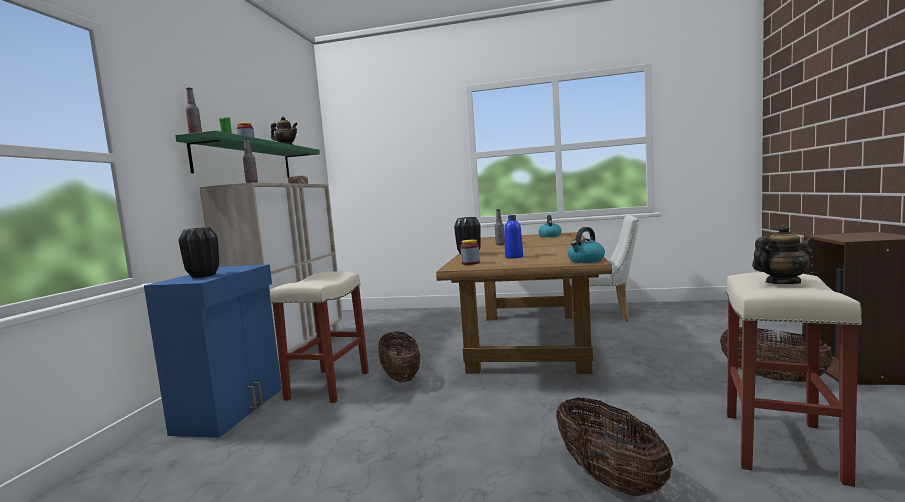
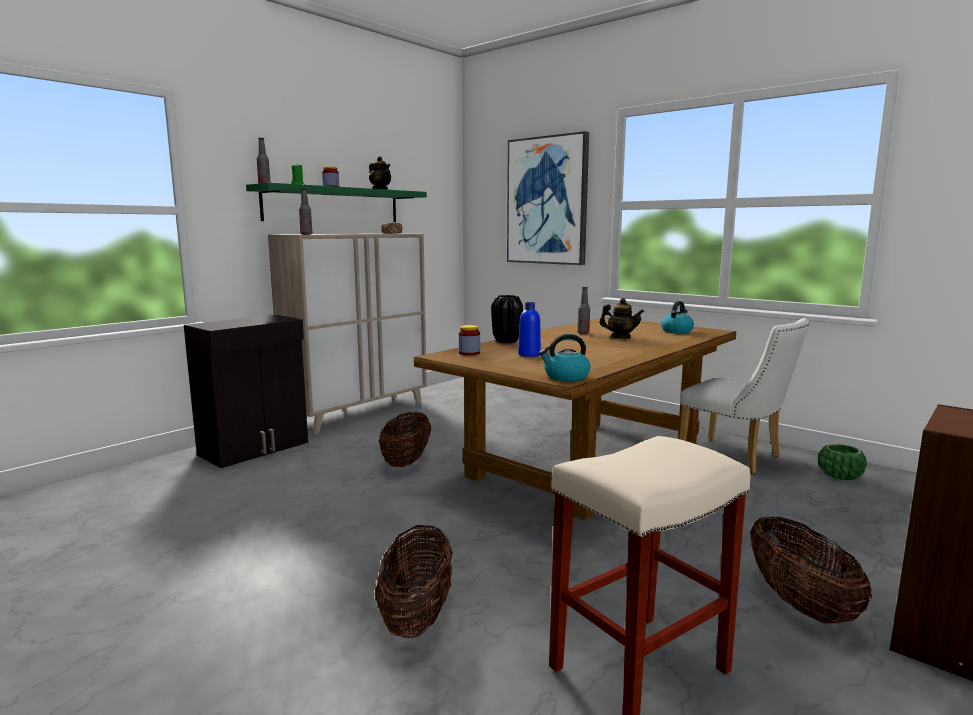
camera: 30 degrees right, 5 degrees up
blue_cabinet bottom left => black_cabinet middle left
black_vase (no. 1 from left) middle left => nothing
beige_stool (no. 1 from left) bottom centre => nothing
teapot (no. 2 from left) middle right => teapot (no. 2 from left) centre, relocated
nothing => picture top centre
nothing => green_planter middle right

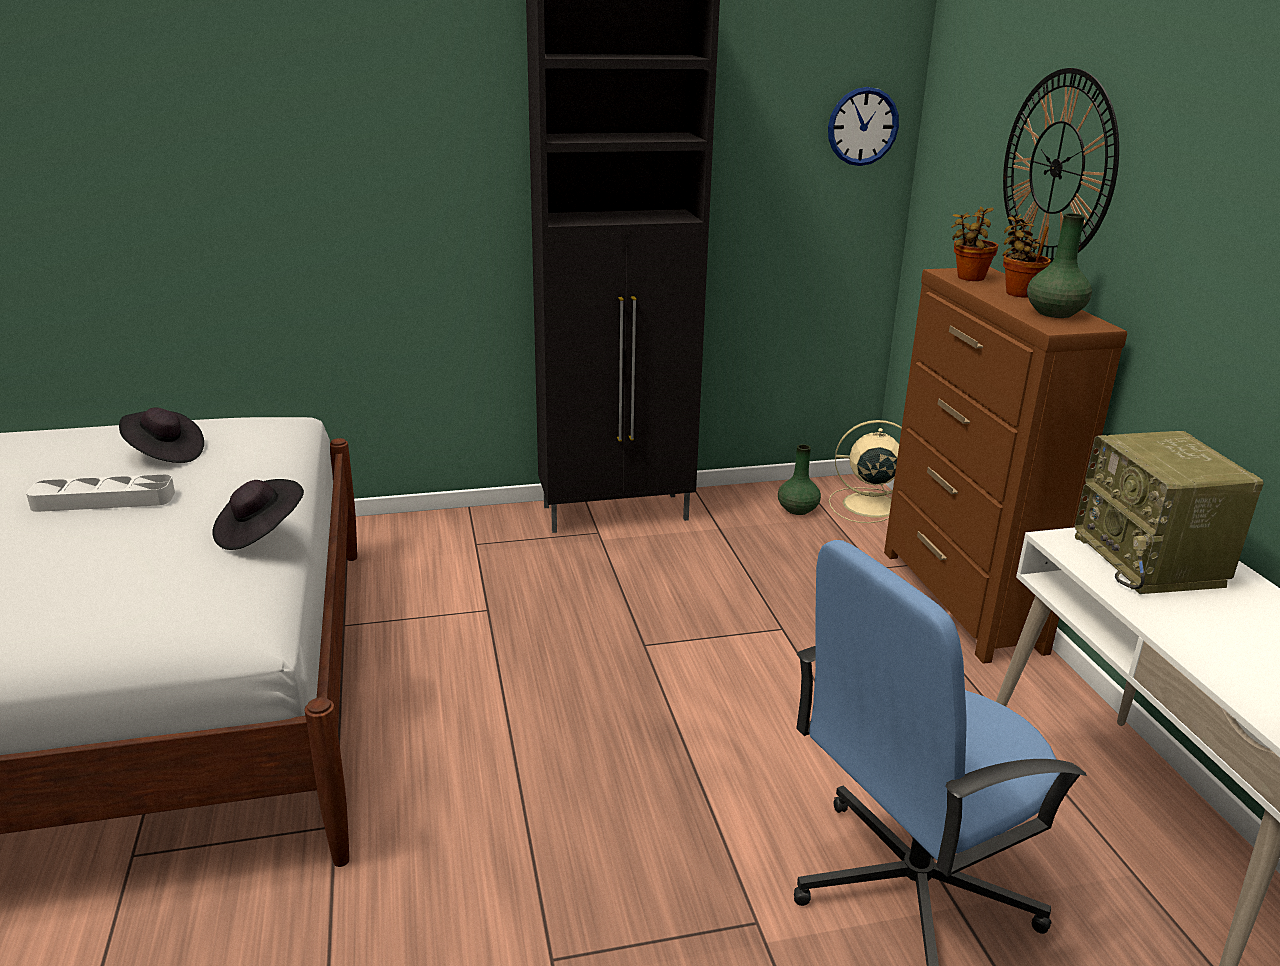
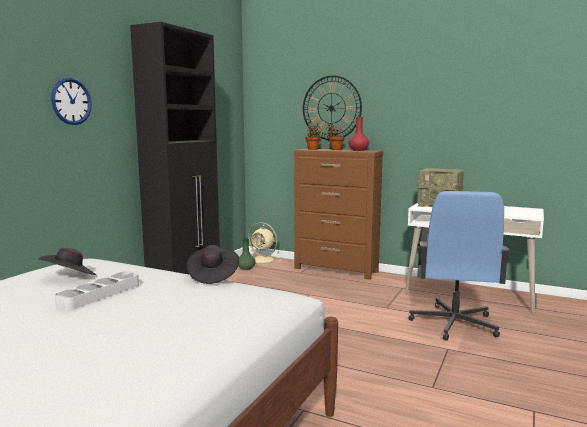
camera: 50 degrees left, 15 degrees down
wall_clock (no. 1 from left) top right => wall_clock (no. 1 from left) top left, relocated
beige_fan middle right => beige_fan centre, 105 degrees counterclockwise
green_vase (no. 2 from left) top right => red_vase top centre

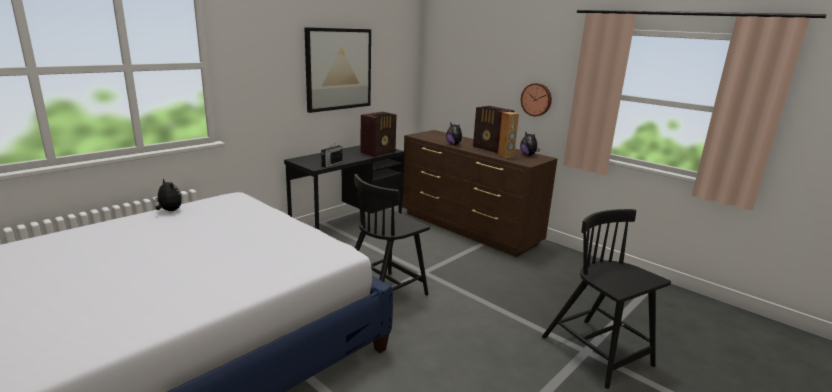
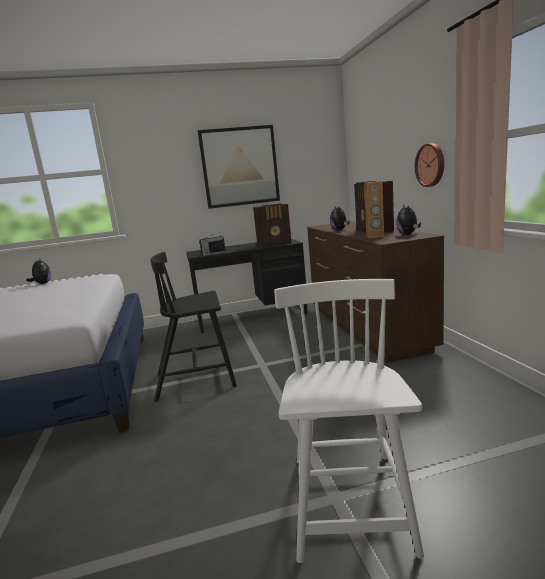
camera: 35 degrees right, 5 degrees down
black_chair (no. 2 from left) bottom right => white_chair bottom centre

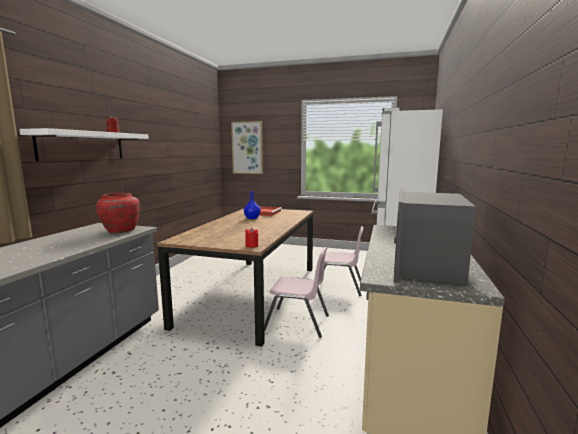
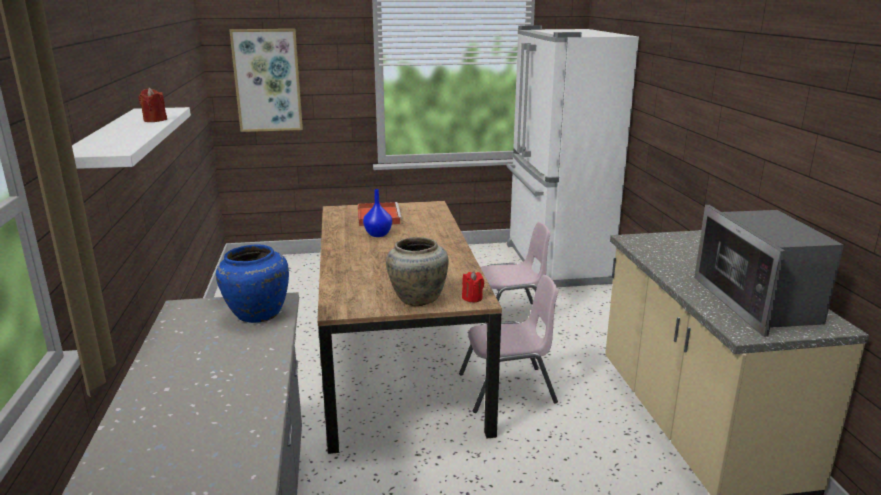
camera: 25 degrees left, 10 degrees up
red_vase middle left => blue_vase (no. 1 from left) middle left
nothing => beige_vase centre

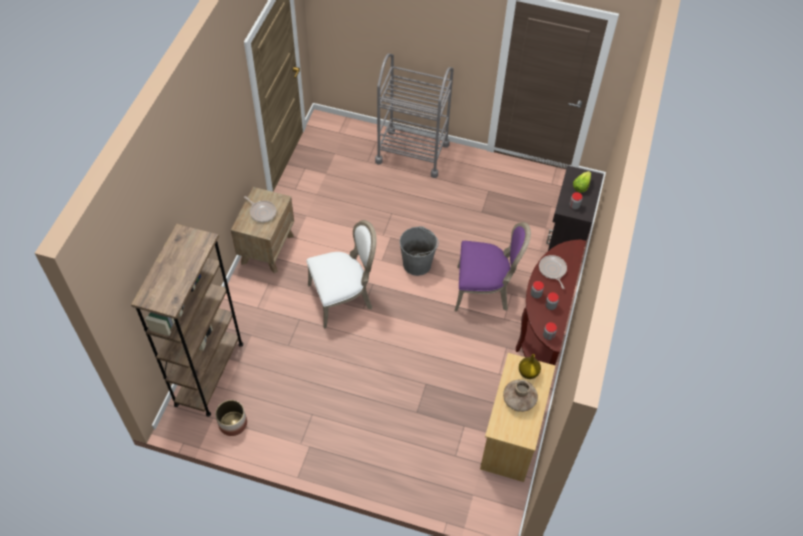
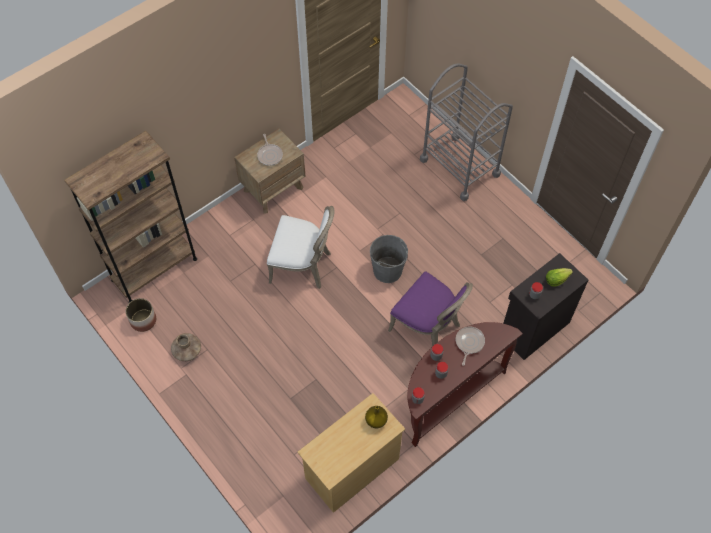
camera: 35 degrees right, 5 degrees up
brown_vase bottom centre => brown_vase middle left, relocated

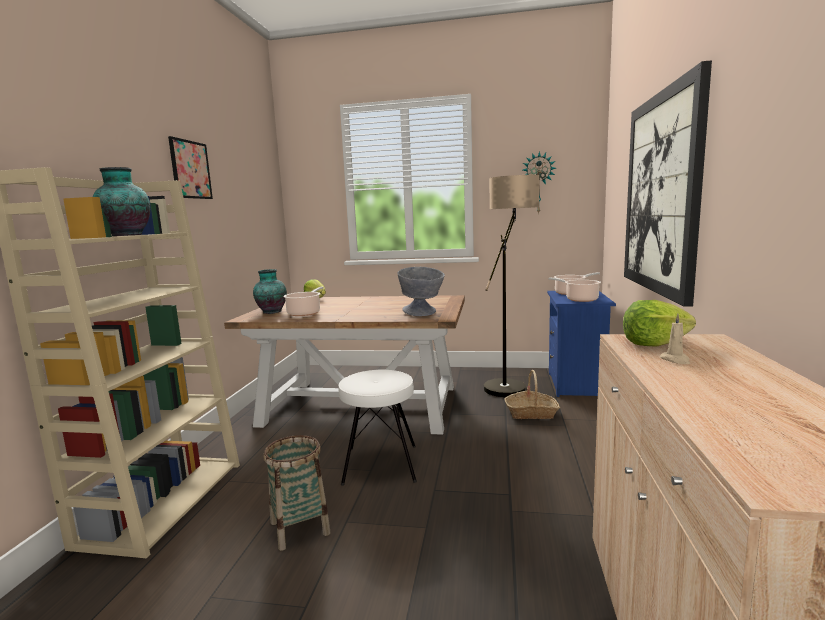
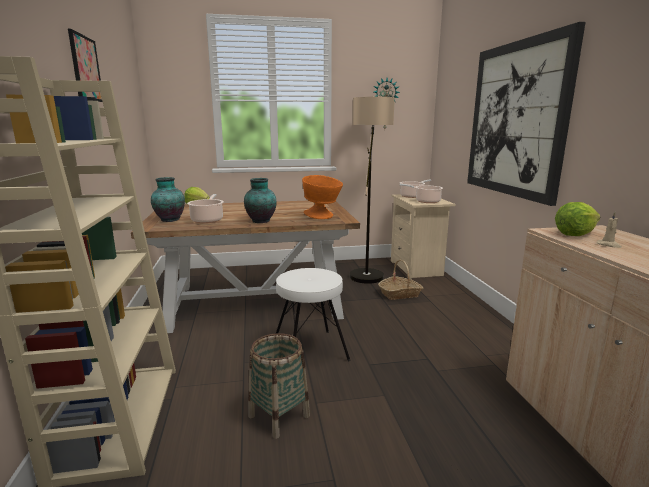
camera: 20 degrees left, 5 degrees up
vase (no. 1 from left in the first image) top left => vase (no. 2 from left) centre, relocated
grey_bowl centre => orange_bowl centre
blue_nightstand middle right => beige_nightstand centre

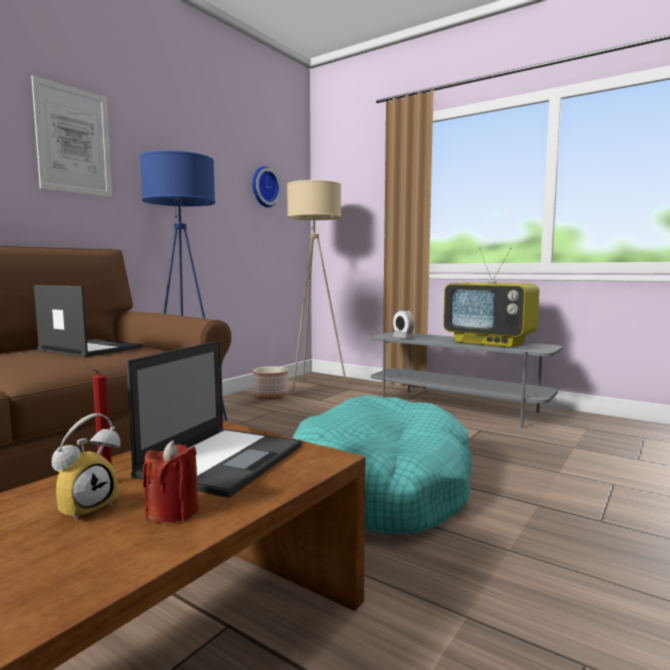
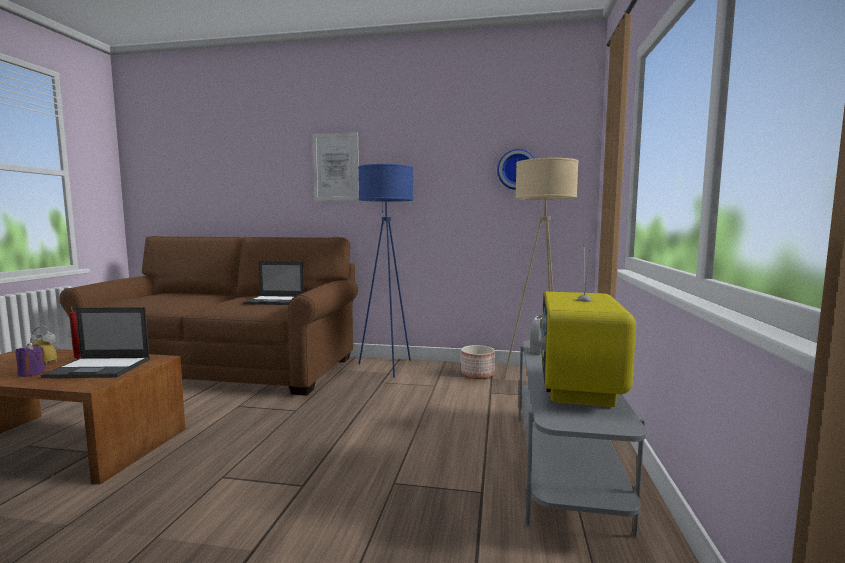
camera: 65 degrees right, 0 degrees up
laptop (no. 1 from left in the first image) middle left => laptop (no. 2 from left) middle left, 90 degrees clockwise
red_candle (no. 2 from left) bottom left => purple_candle middle left
turquoise_dog_bed bottom centre => nothing

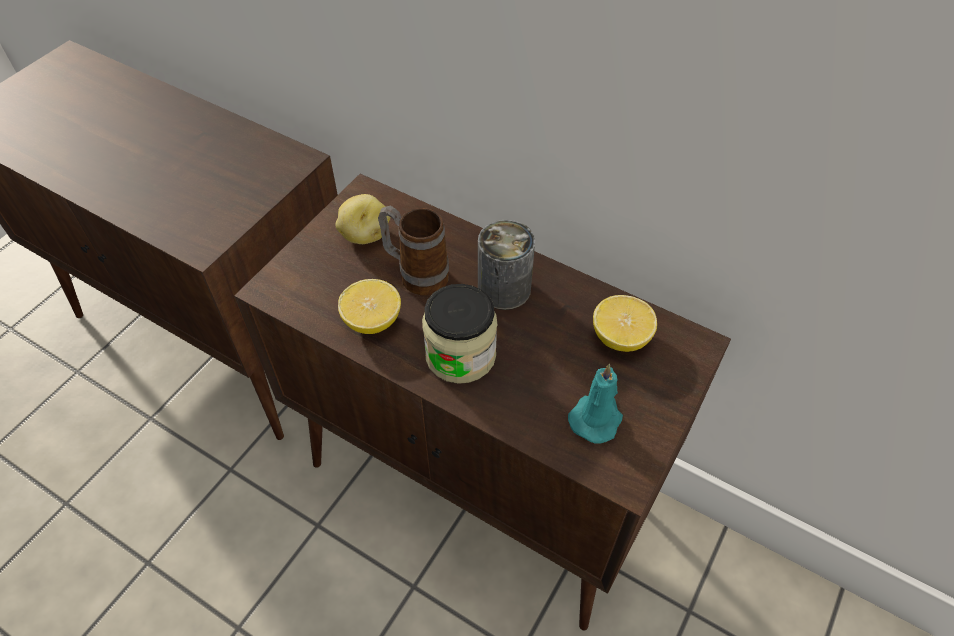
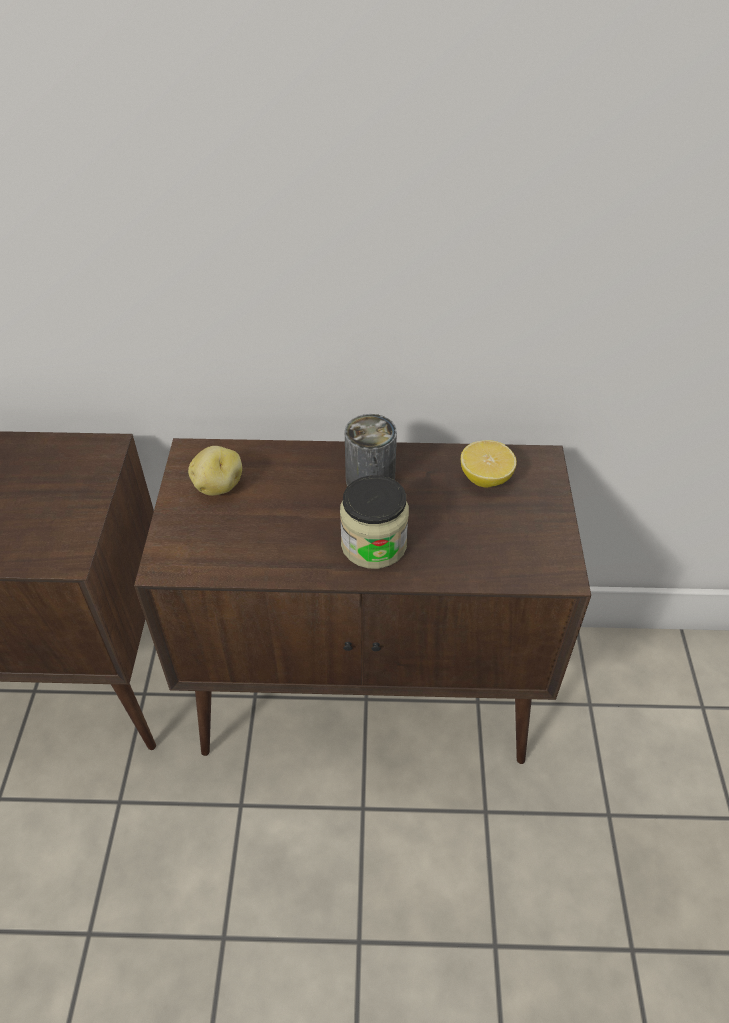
camera: 30 degrees left, 5 degrees down
lemon (no. 1 from left) centre => nothing
mug centre => nothing
turquoise_candle centre => nothing

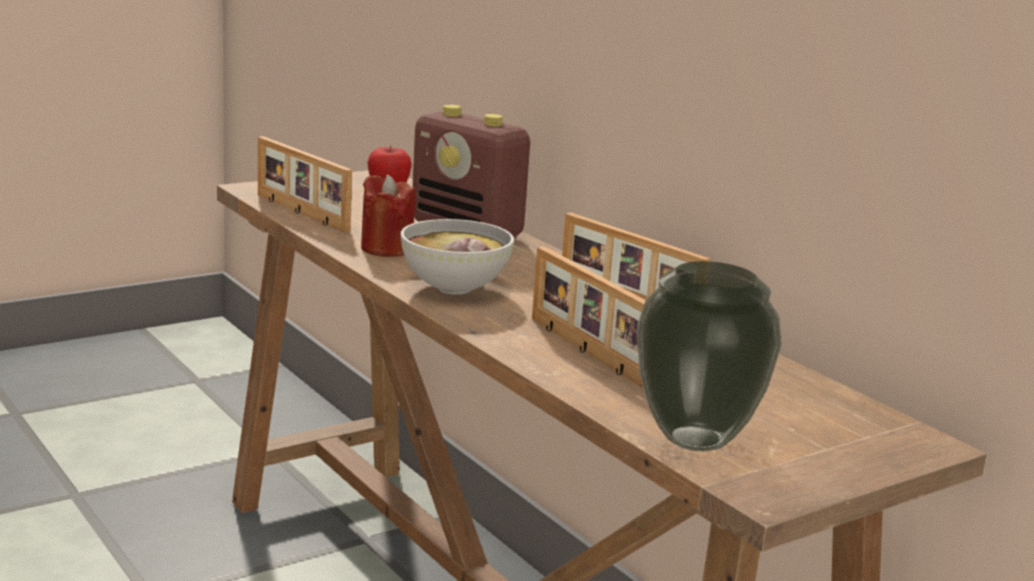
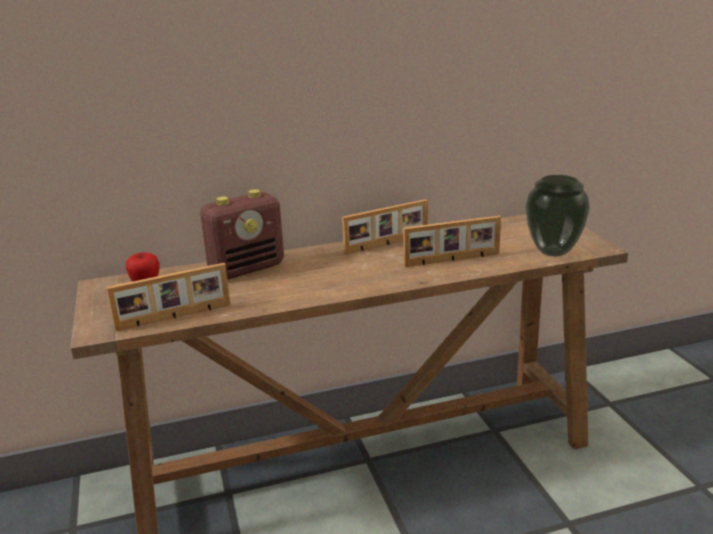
camera: 70 degrees left, 5 degrees up
red_candle centre => nothing
bowl centre => nothing

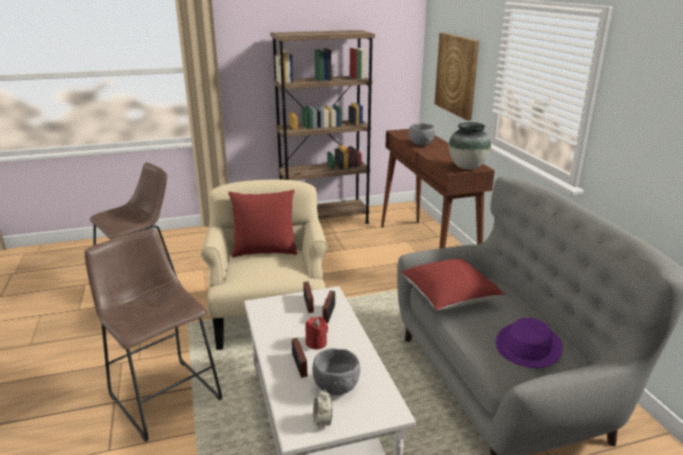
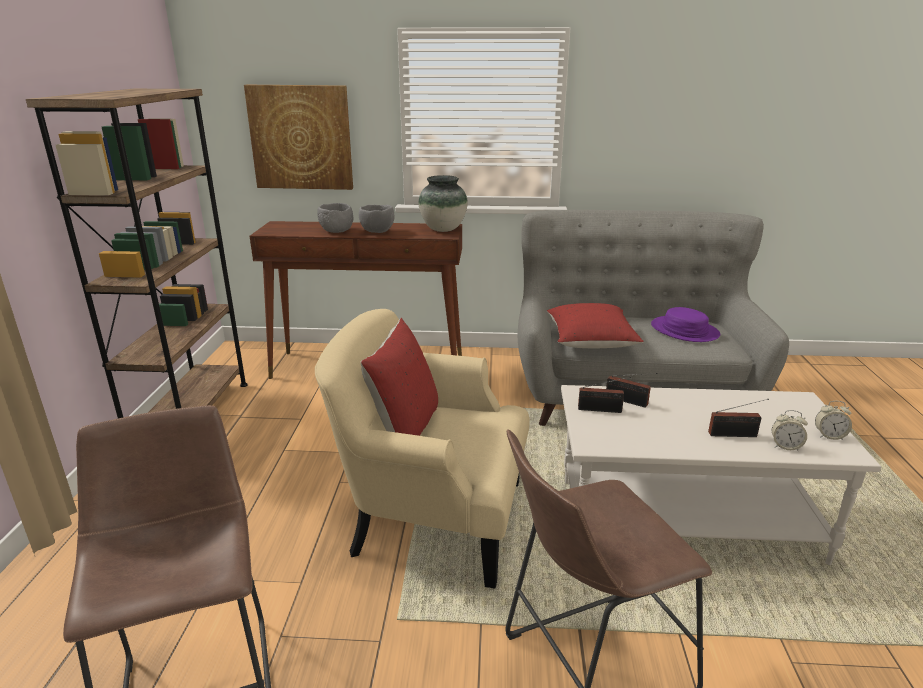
camera: 70 degrees left, 0 degrees up
red_candle bottom centre => nothing
grey_bowl (no. 1 from left in the first image) bottom centre => grey_bowl (no. 2 from left) top centre, relocated
nothing => alarm_clock (no. 1 from left) middle right

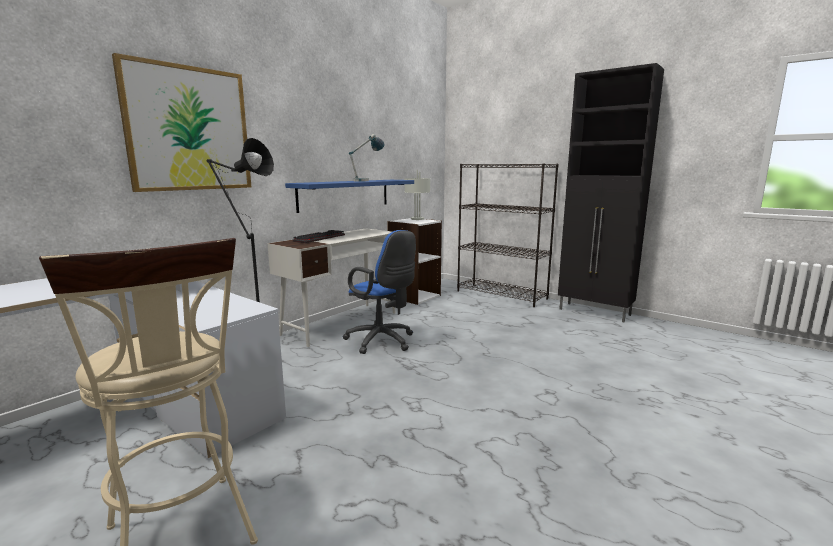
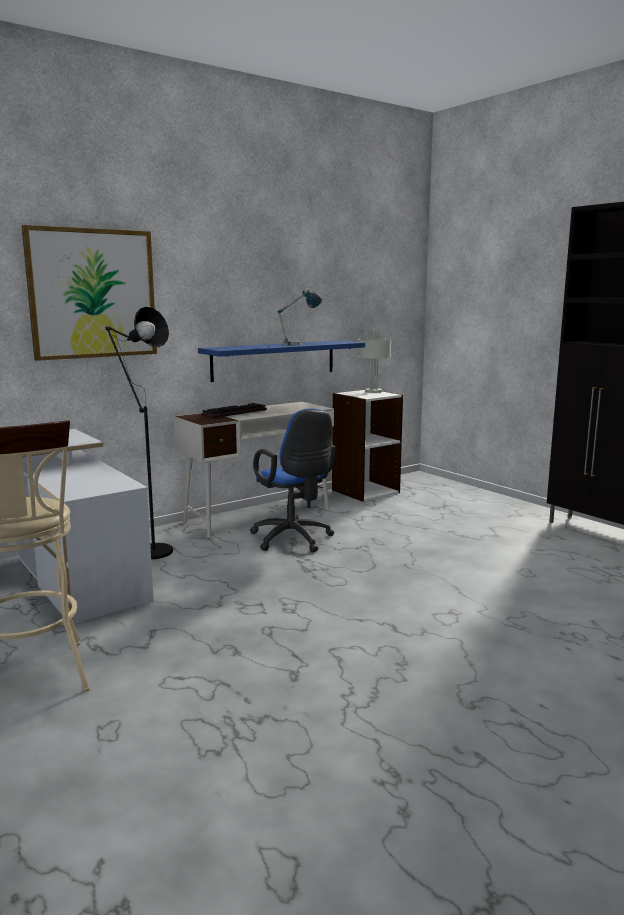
camera: 15 degrees right, 0 degrees up
black_bookcase centre => nothing

